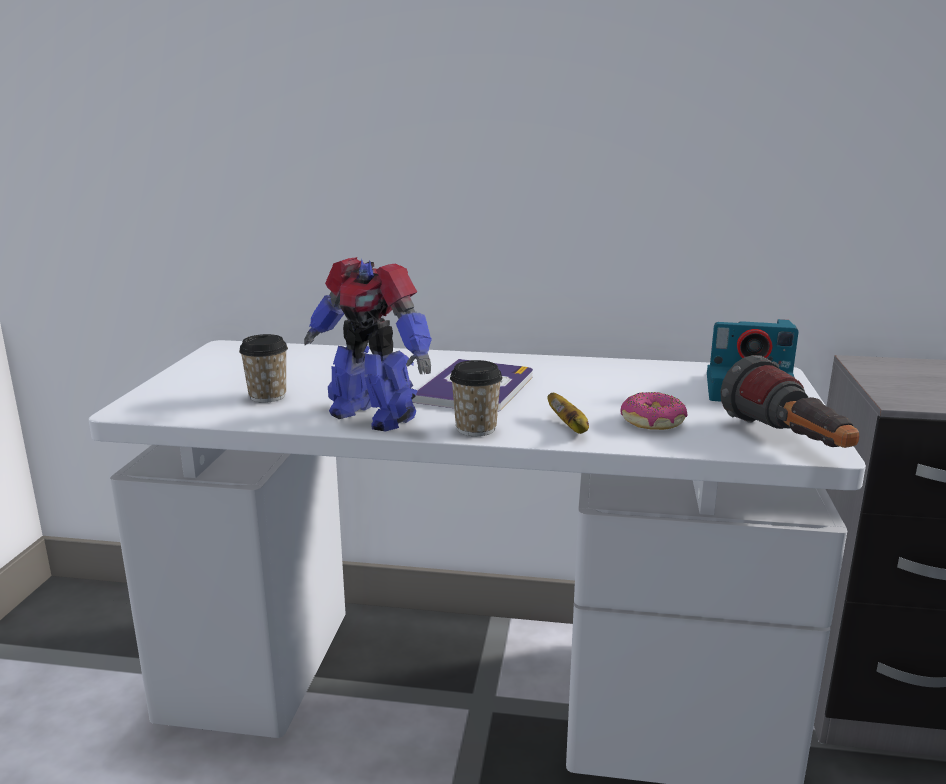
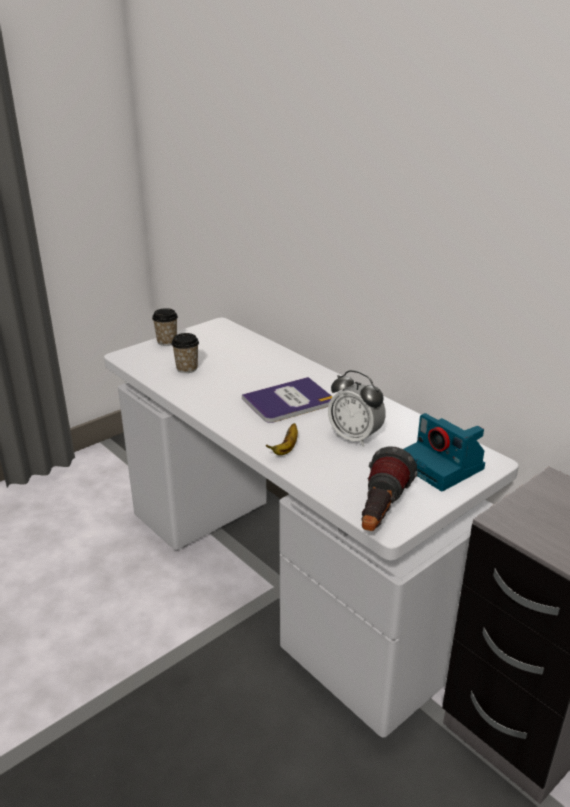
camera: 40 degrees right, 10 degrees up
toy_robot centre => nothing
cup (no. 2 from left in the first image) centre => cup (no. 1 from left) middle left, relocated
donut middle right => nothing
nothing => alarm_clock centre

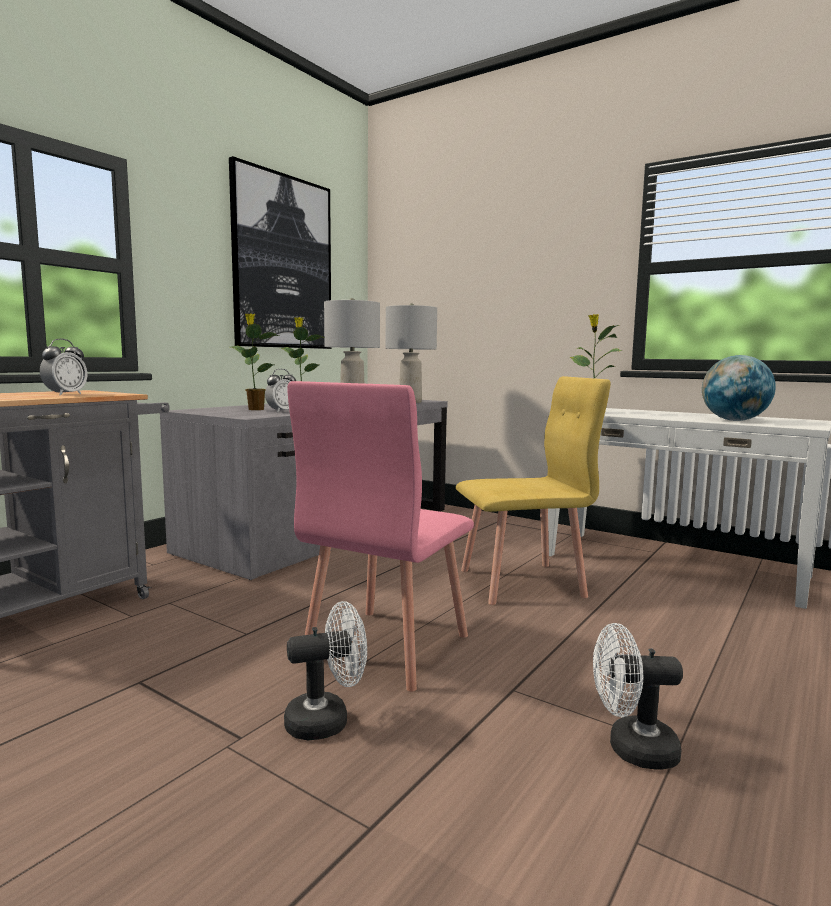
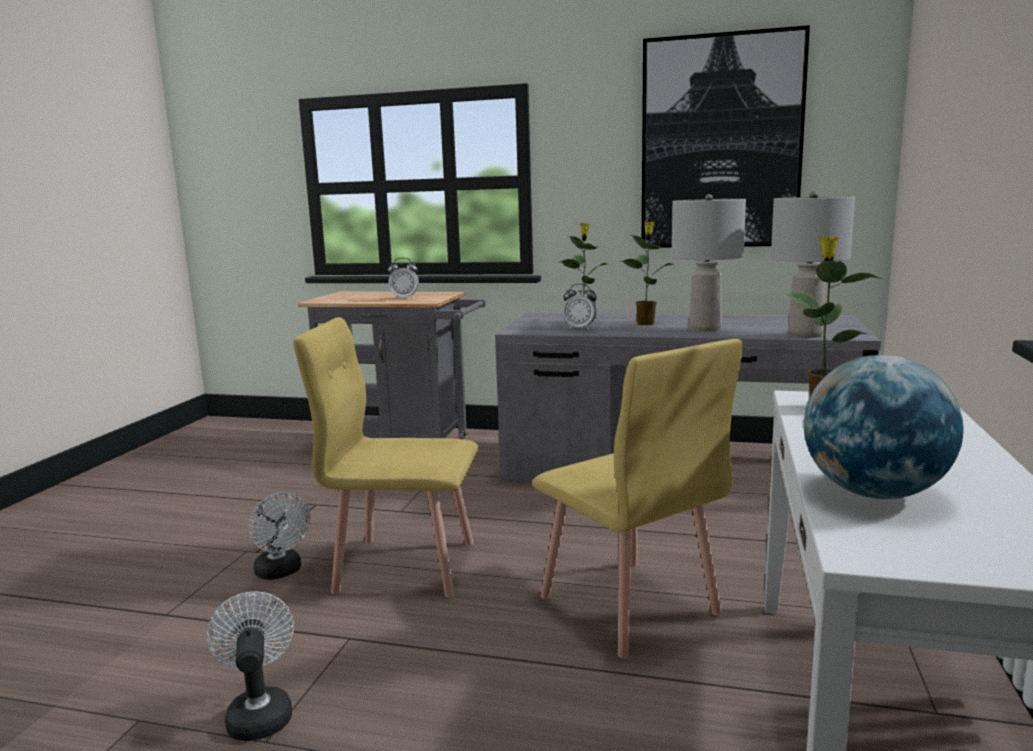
camera: 70 degrees right, 5 degrees up
pink_chair centre => yellow_chair (no. 1 from left) centre

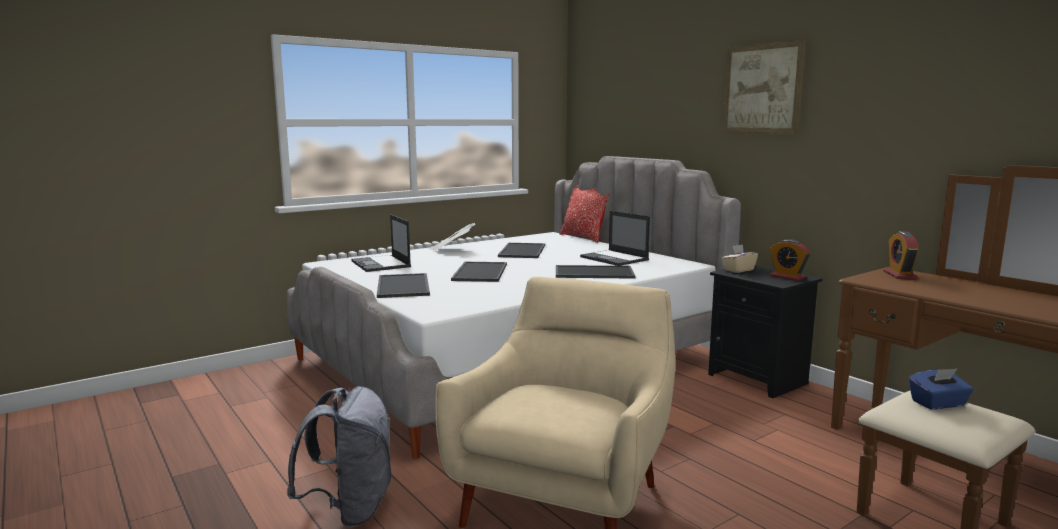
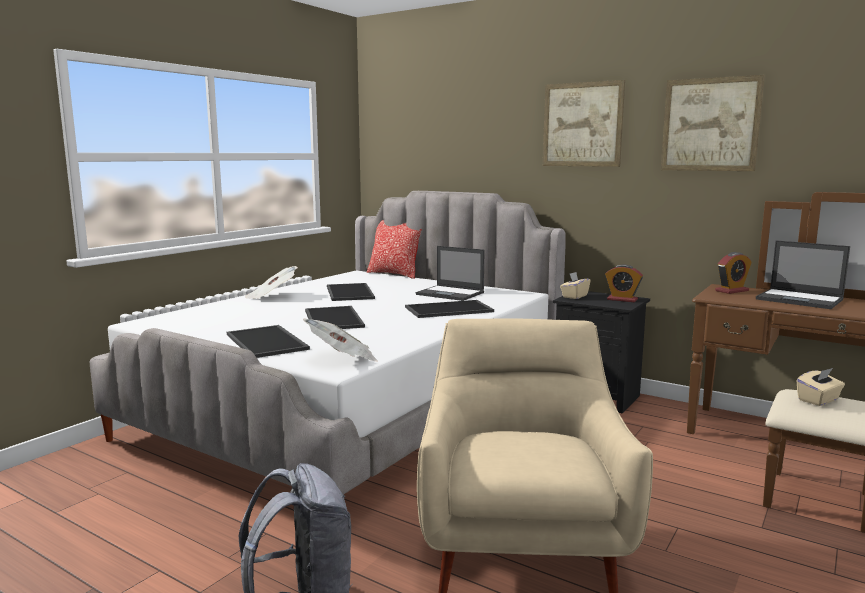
camera: 20 degrees left, 0 degrees up
laptop (no. 1 from left in the first image) centre => laptop (no. 2 from left) middle right, relocated
alarm_clock (no. 2 from left) middle right, 105 degrees counterclockwise
blue_tissue_box bottom right => beige_tissue_box (no. 2 from left) middle right
nothing => newspaper (no. 2 from left) centre
nothing => picture (no. 2 from left) top right

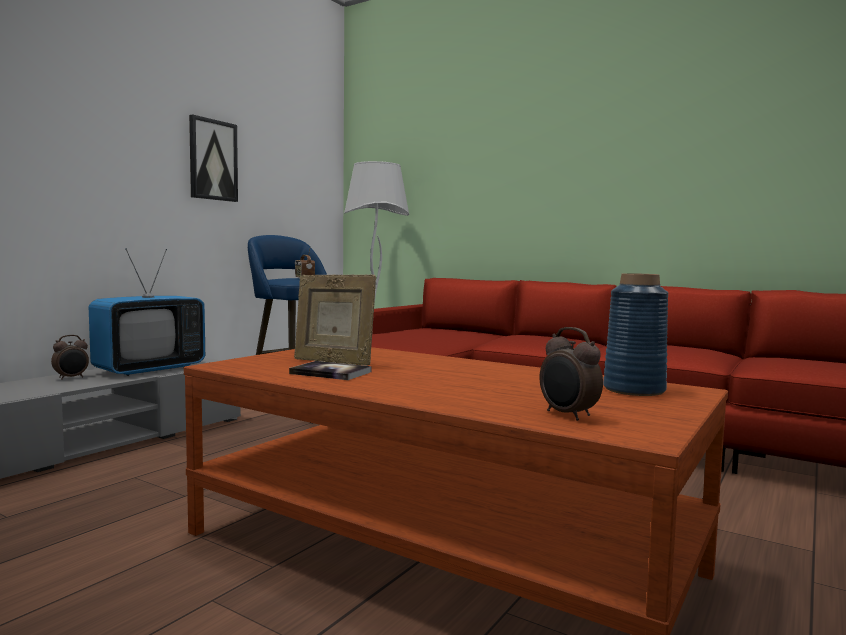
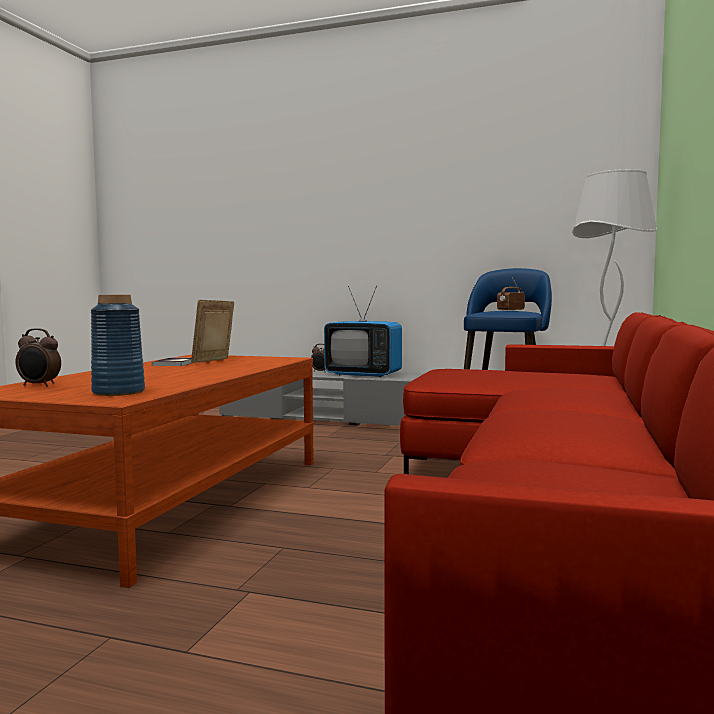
camera: 75 degrees right, 0 degrees up
picture top left => nothing
alarm_clock (no. 2 from left in the first image) middle right => alarm_clock (no. 1 from left) middle left, 120 degrees counterclockwise

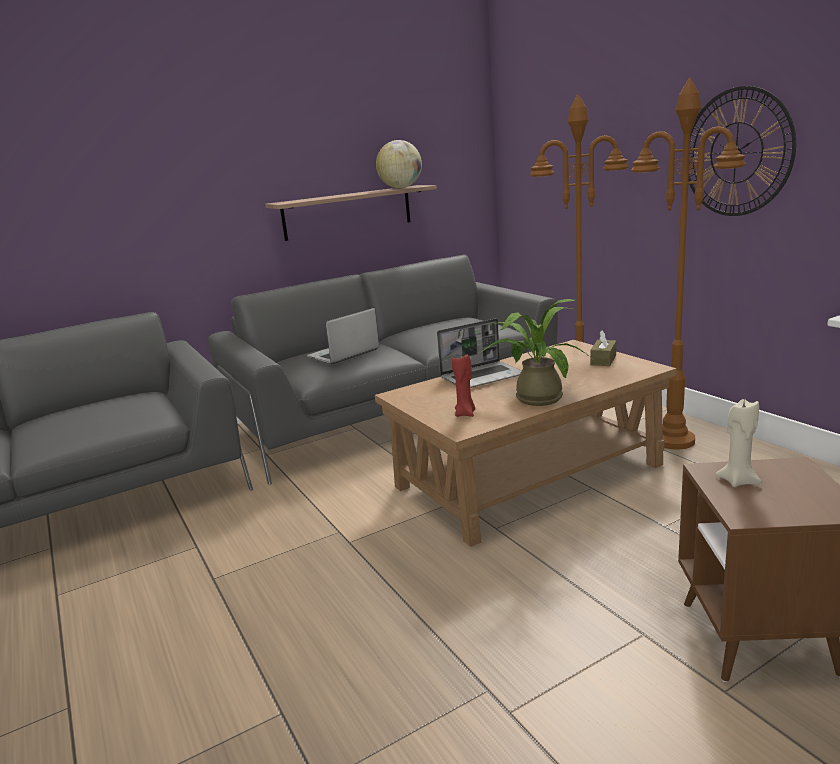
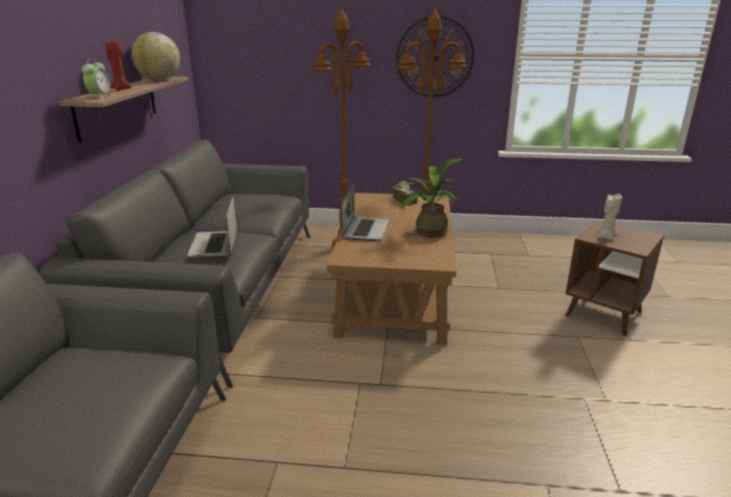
camera: 55 degrees left, 5 degrees up
red_candle centre => red_candle top left, relocated
nothing => alarm_clock top left

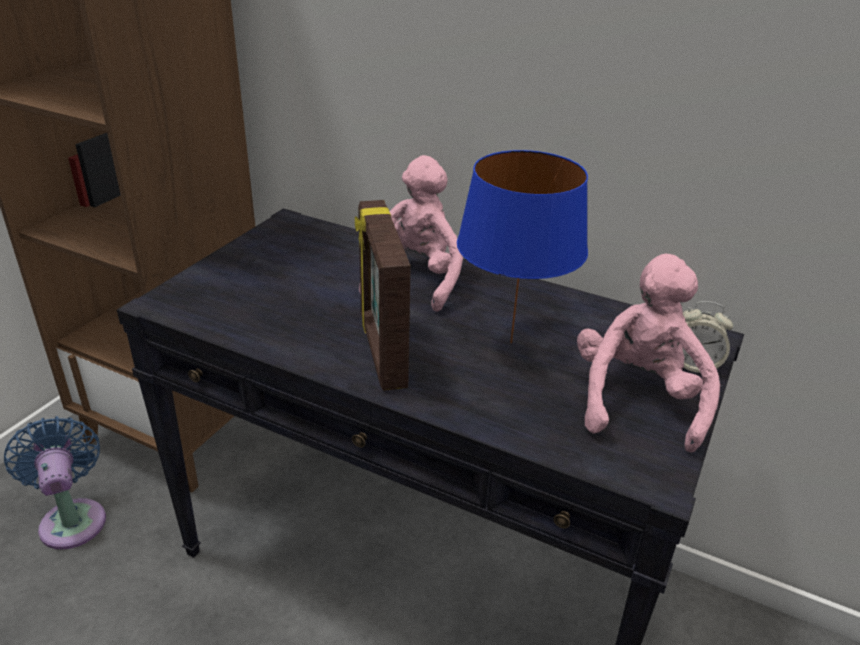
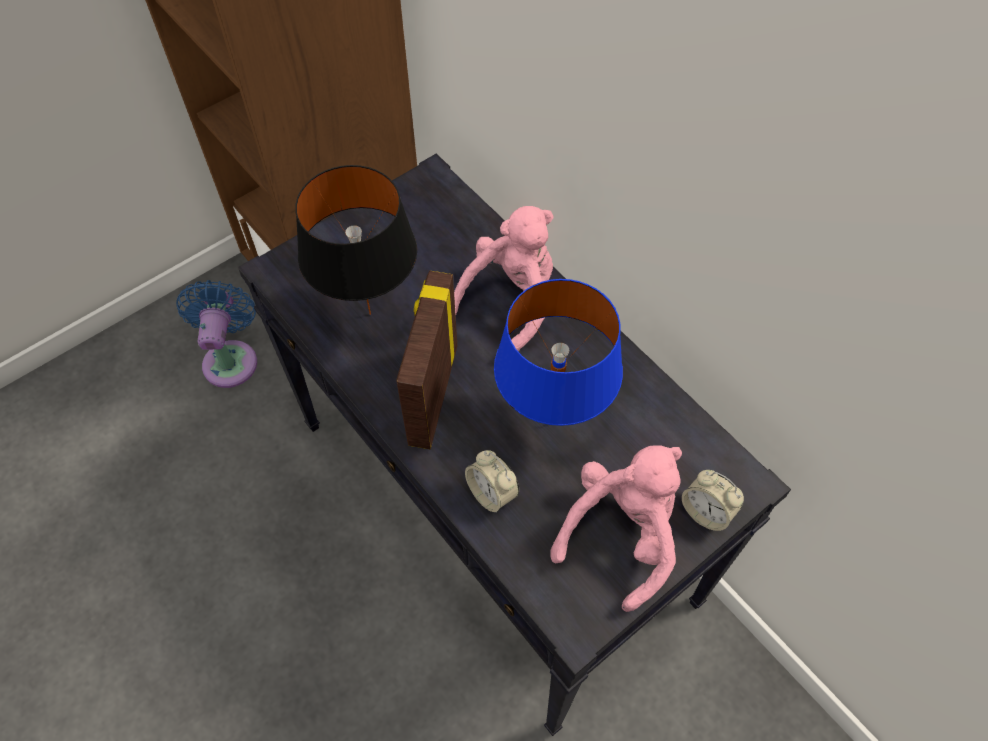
camera: 25 degrees right, 25 degrees up
nothing => black_table_lamp top centre
nothing => alarm_clock (no. 1 from left) centre

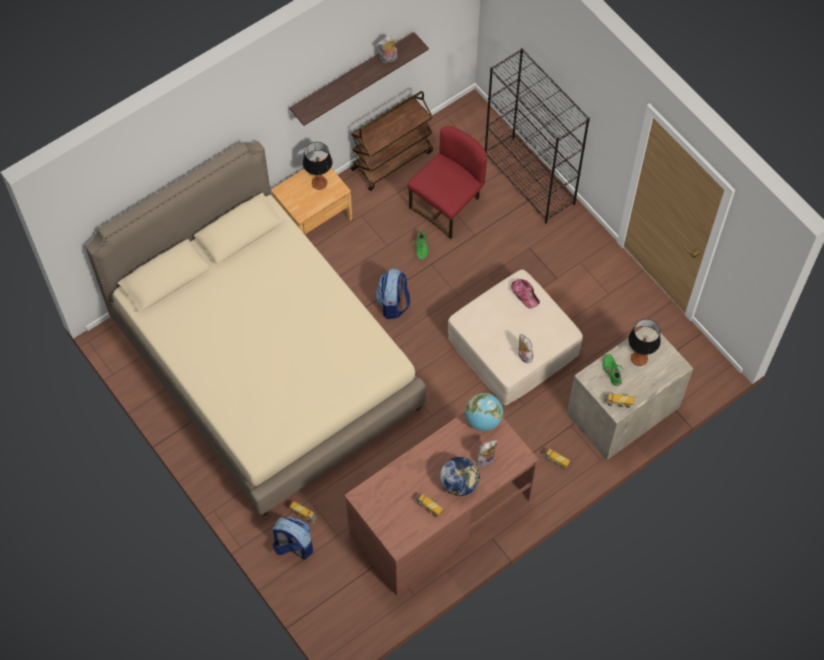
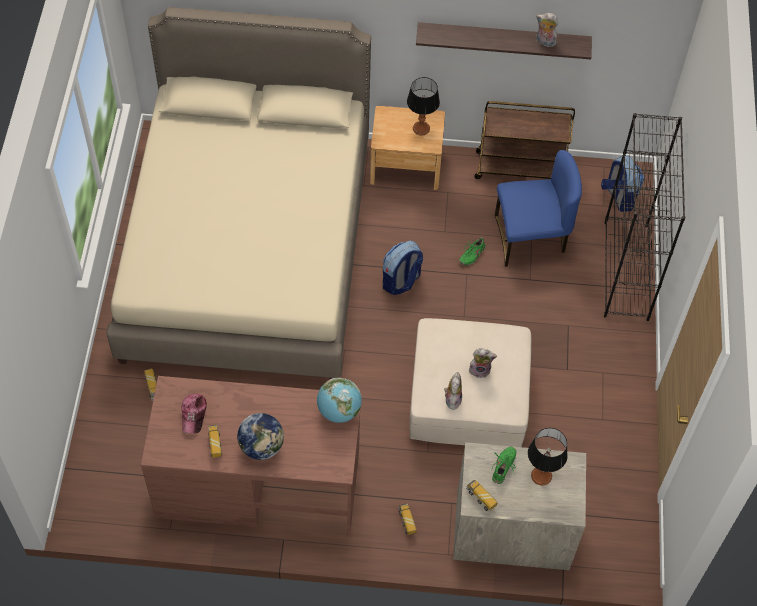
camera: 40 degrees right, 5 degrees down
backpack (no. 1 from left in the first image) bottom centre => backpack (no. 2 from left) top right, relocated
red_chair top centre => blue_chair middle right
plush_toy (no. 2 from left) bottom centre => plush_toy (no. 2 from left) centre, relocated
cap centre => cap bottom left, relocated

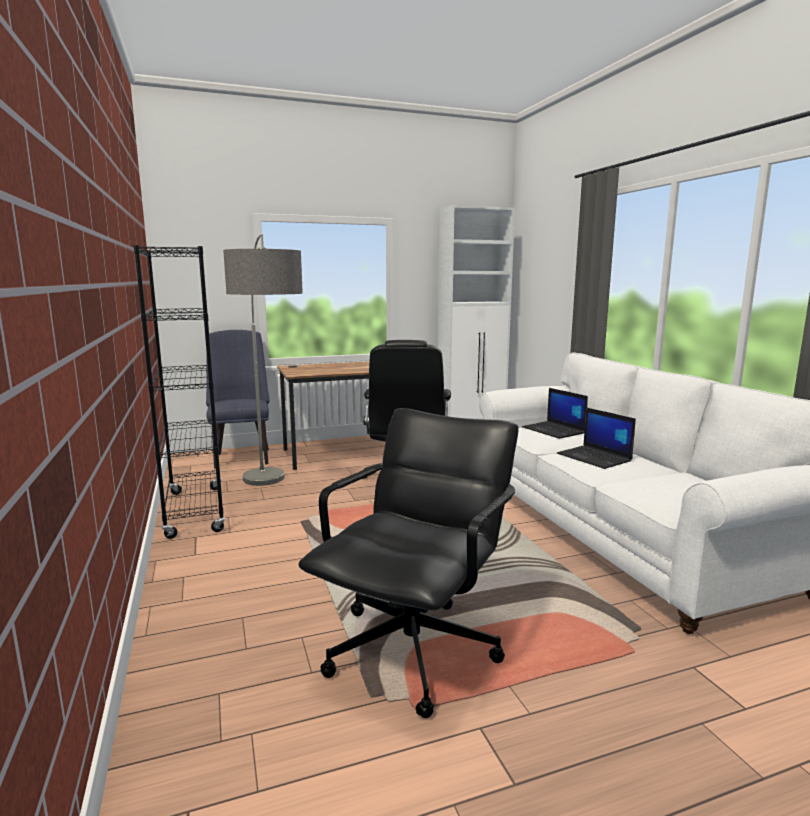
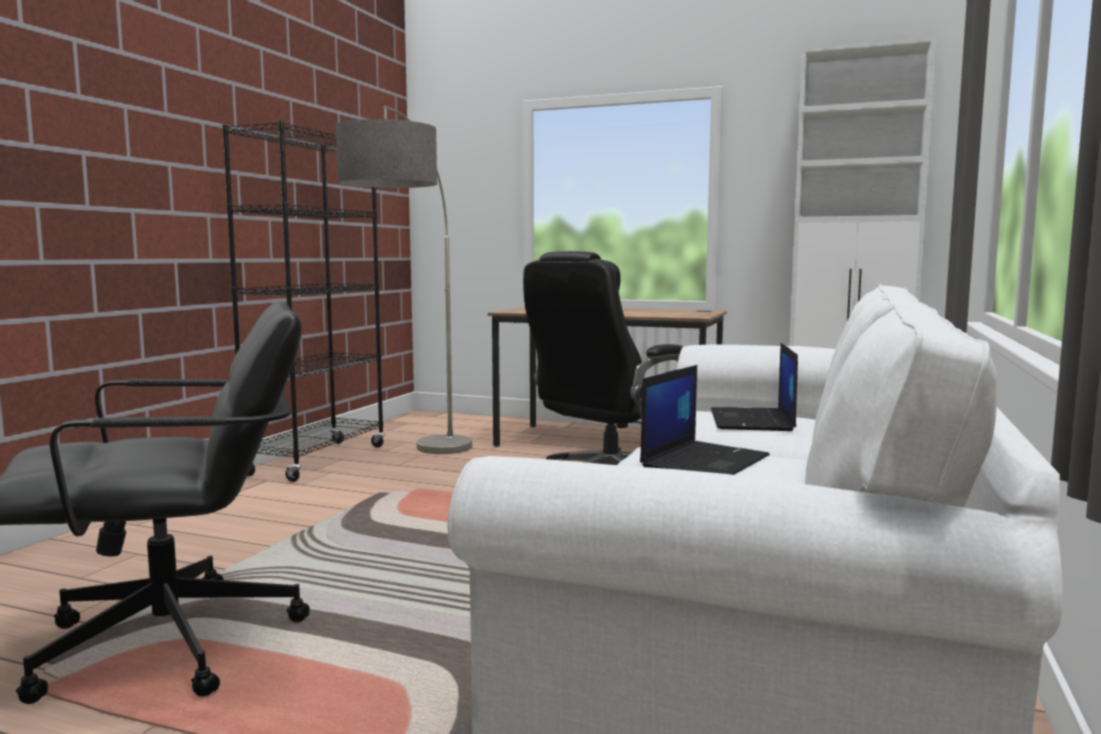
camera: 40 degrees right, 5 degrees down
blue_chair middle left => nothing
laptop (no. 2 from left in the first image) middle right => laptop (no. 1 from left) centre, 150 degrees counterclockwise

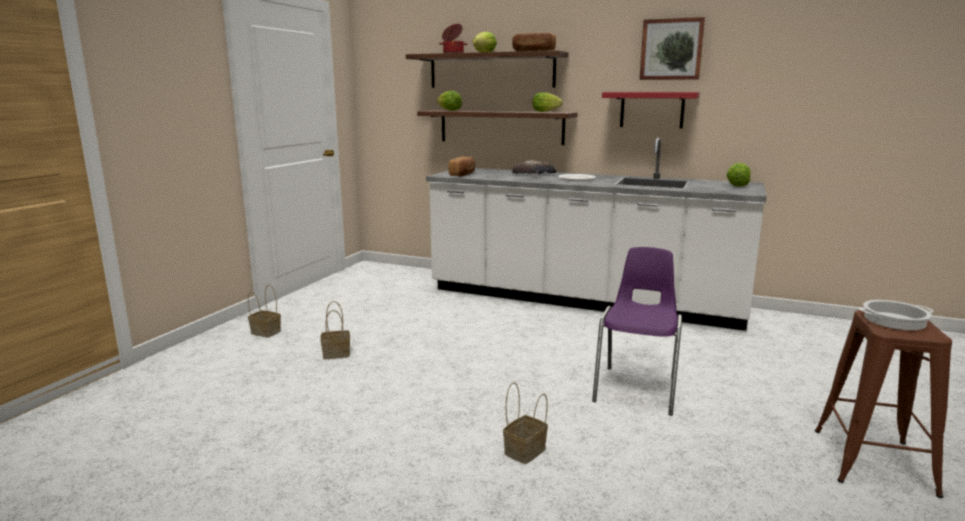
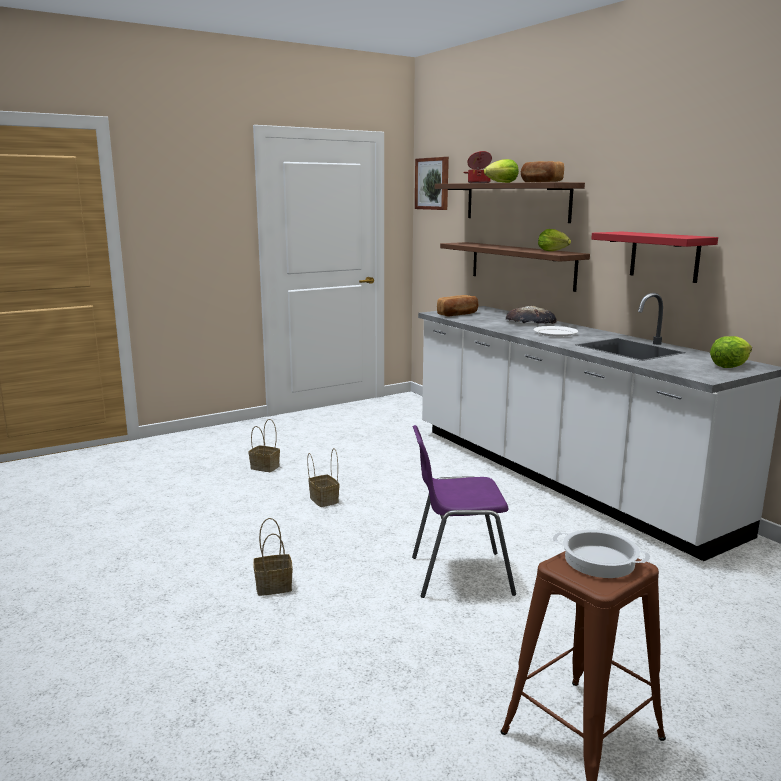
camera: 35 degrees right, 0 degrees up
basket (no. 1 from left in the first image) middle left => basket (no. 3 from left) centre, relocated
lettuce (no. 1 from left) top centre => nothing
purple_chair centre, 150 degrees counterclockwise
picture top right => picture top centre, relocated

